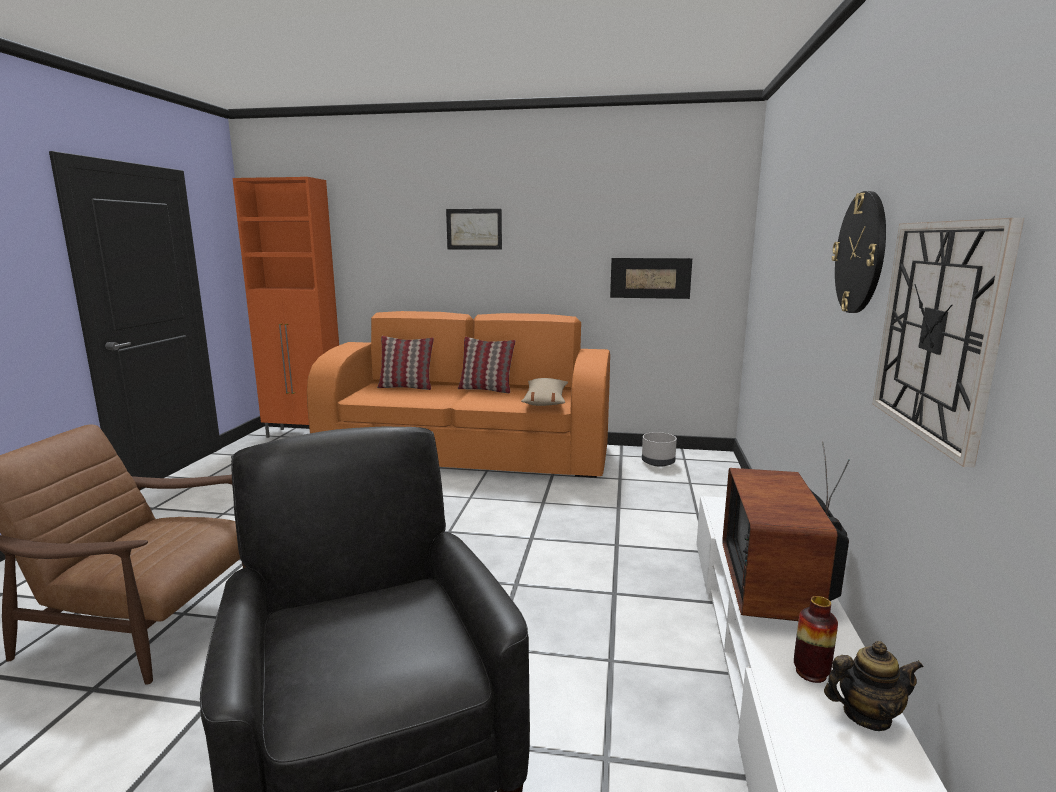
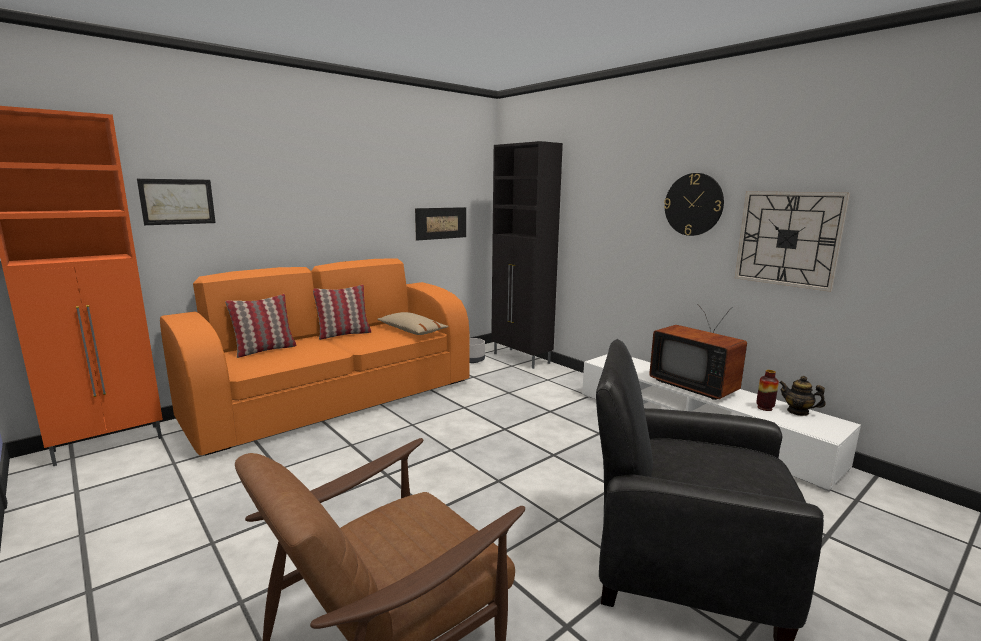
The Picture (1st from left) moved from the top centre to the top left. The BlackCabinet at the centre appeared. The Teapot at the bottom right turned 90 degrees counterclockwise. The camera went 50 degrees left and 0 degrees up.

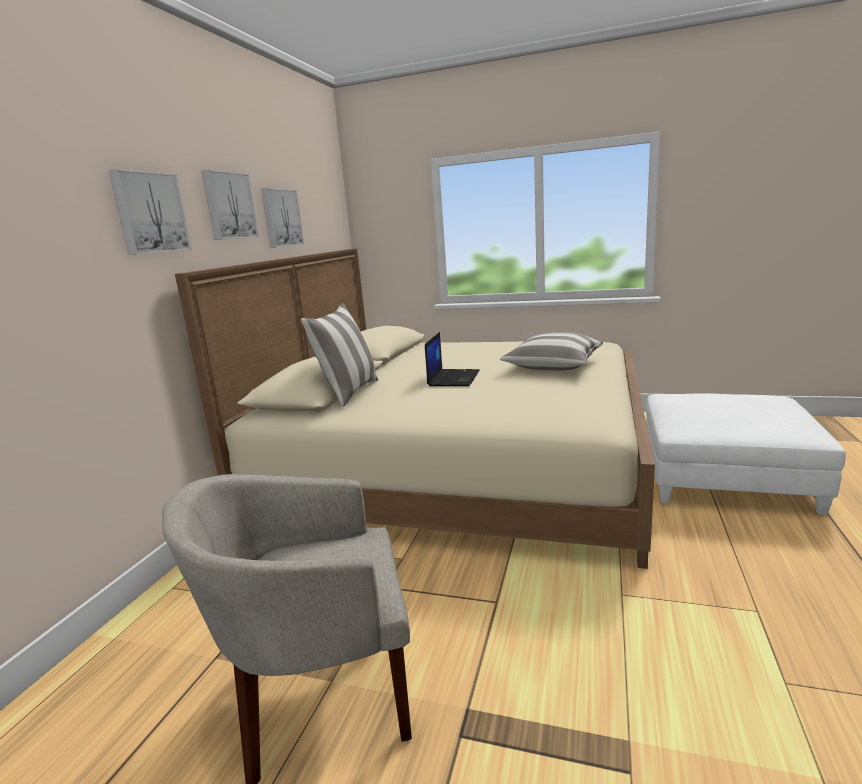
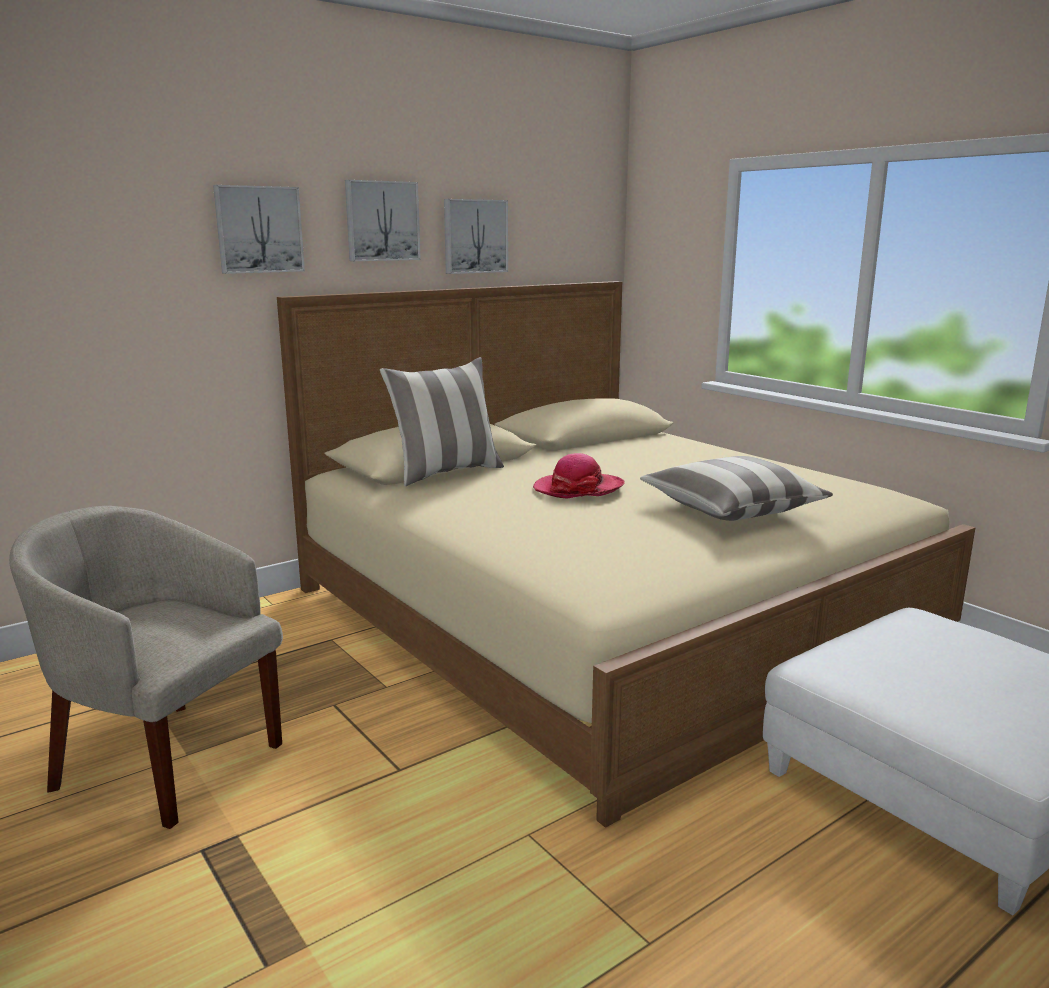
The Laptop at the centre was replaced by the Hat at the centre. The camera went 35 degrees right and 0 degrees up.

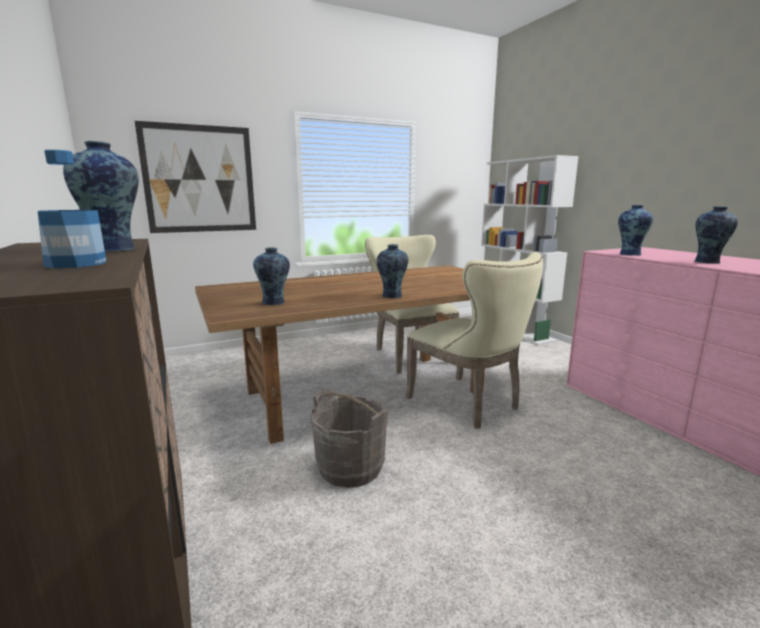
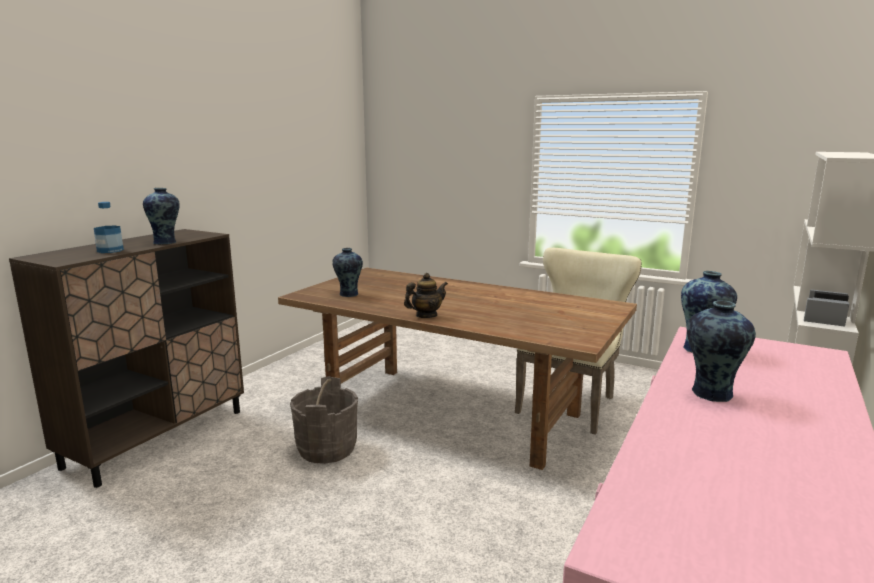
The Vase (3rd from left) at the centre was replaced by the Teapot at the centre. The Picture at the top left disappeared. The BeigeChair (2nd from left) at the centre disappeared. The camera went 55 degrees right and 0 degrees up.

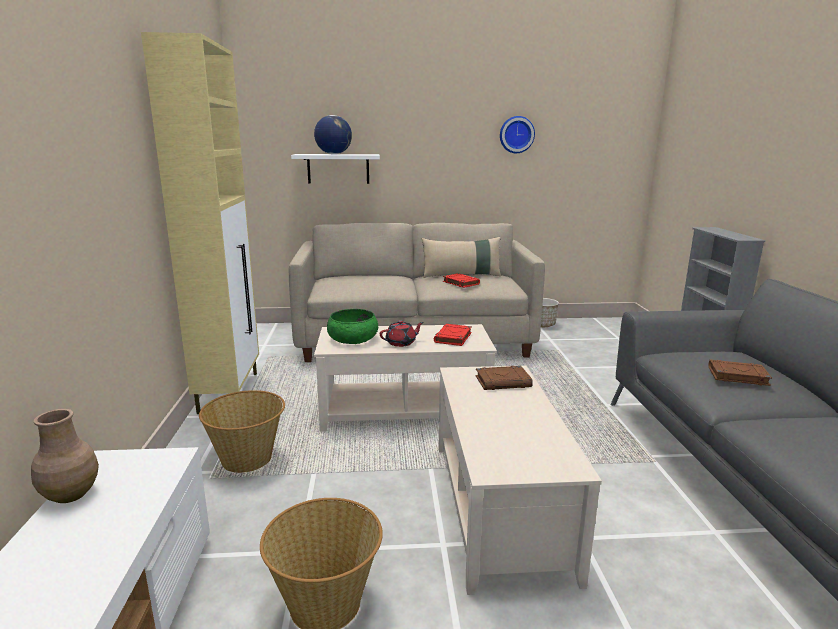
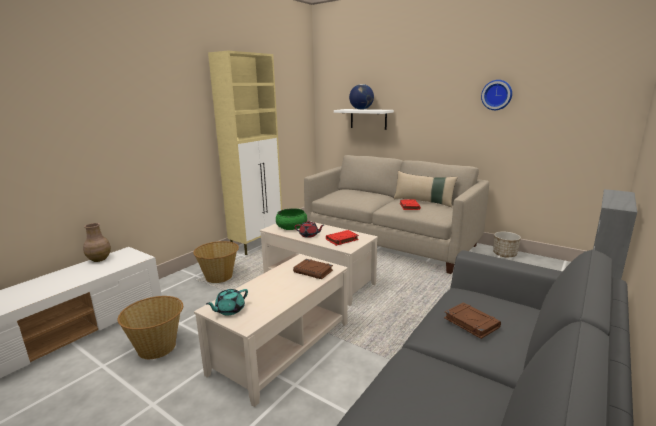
The TurquoiseTeapot at the bottom centre appeared. The camera went 40 degrees right and 0 degrees up.

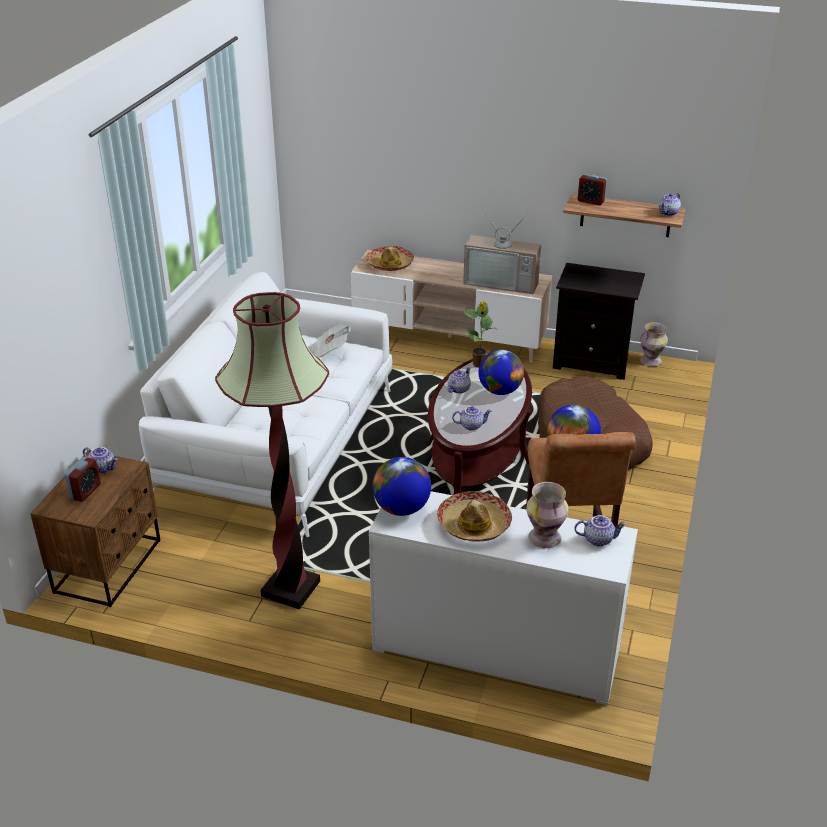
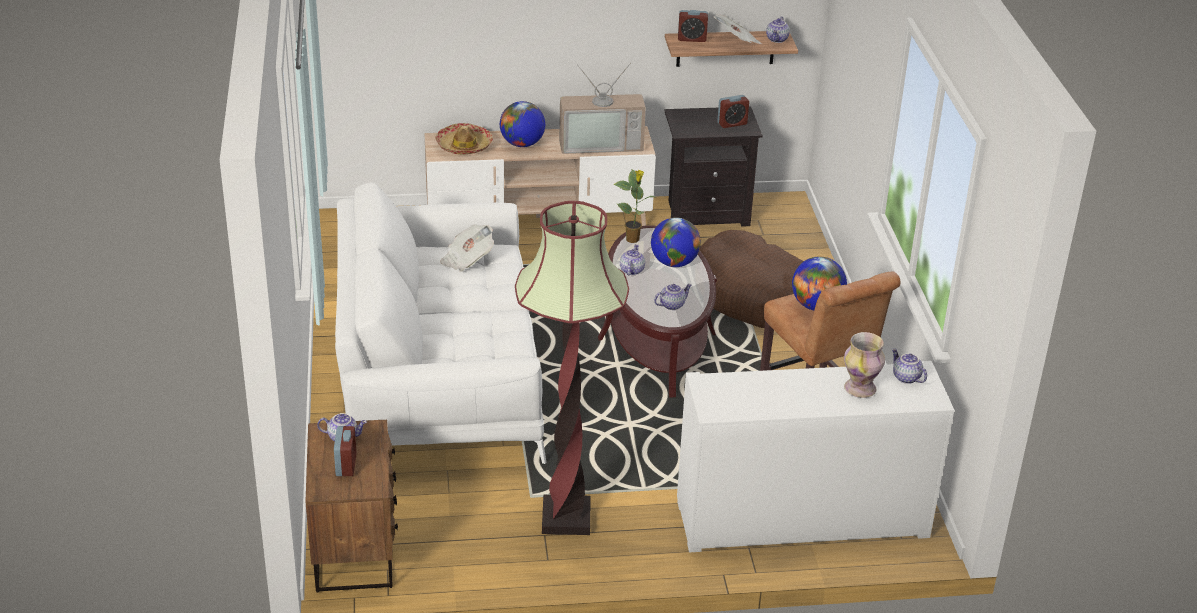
The Globe (1st from left) moved from the centre to the top centre. The Newspaper (2nd from left) at the top centre appeared. The AlarmClock (3rd from left) at the top centre appeared. The Teapot (4th from left in the first image) at the middle right turned 105 degrees counterclockwise. The Hat (2nd from left) at the centre disappeared. The Vase (2nd from left) at the middle right disappeared. The camera went 25 degrees left and 0 degrees up.

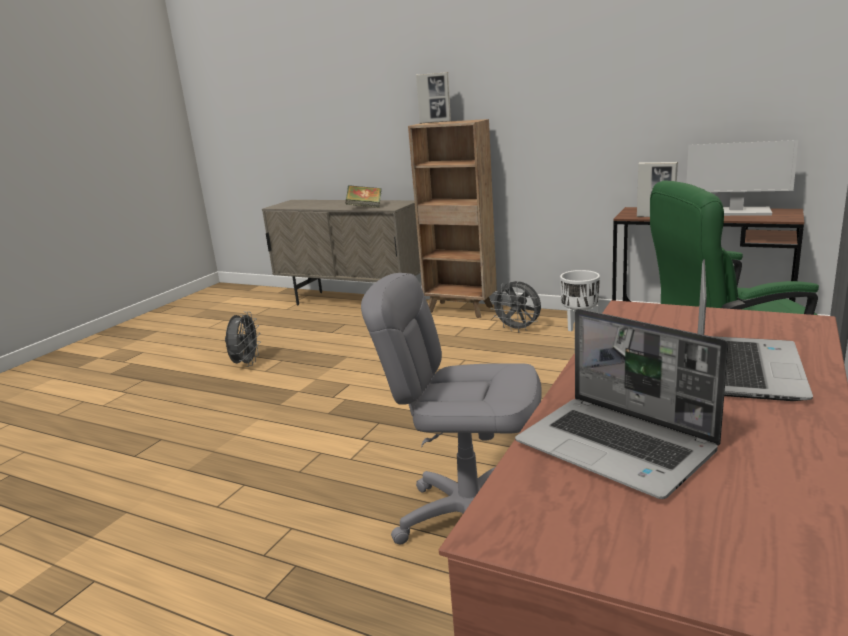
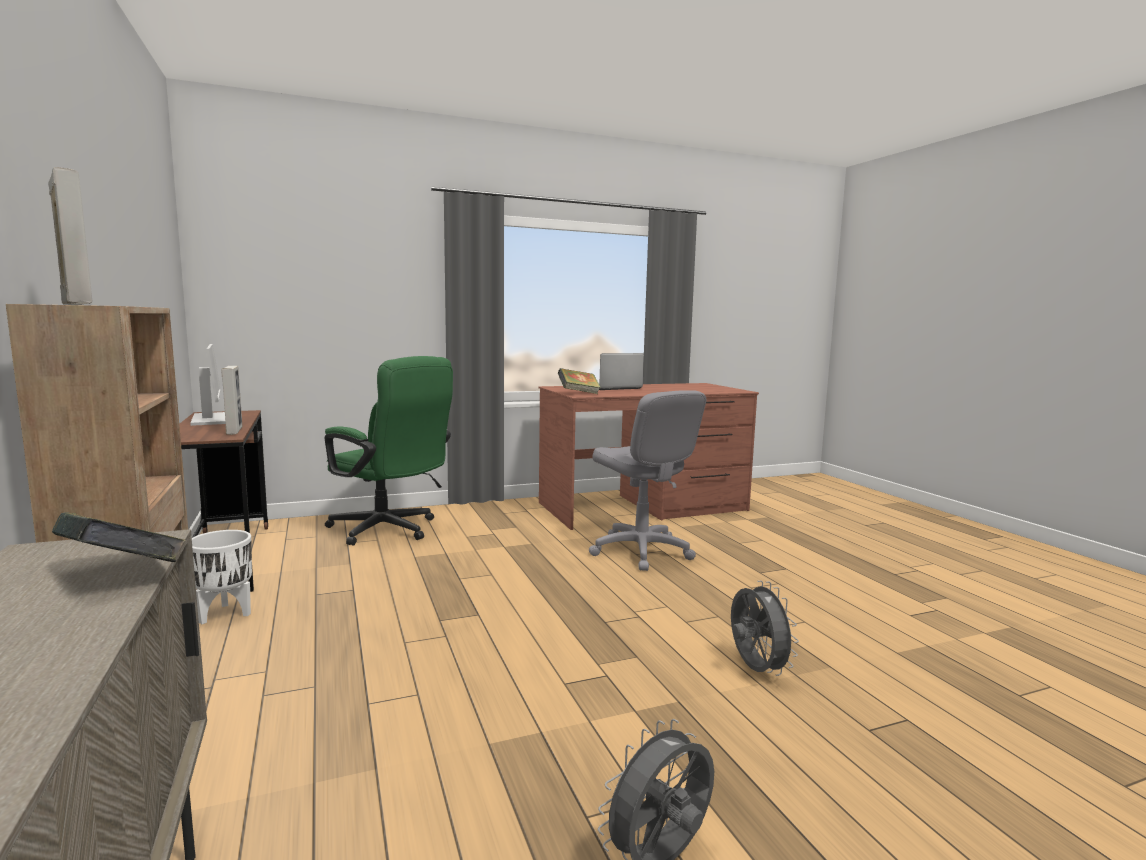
The Book (2nd from left) at the centre appeared. The GreyFan (2nd from left) moved from the centre to the bottom right. The Laptop (1st from left) at the middle right disappeared. The camera went 140 degrees left and 10 degrees down.

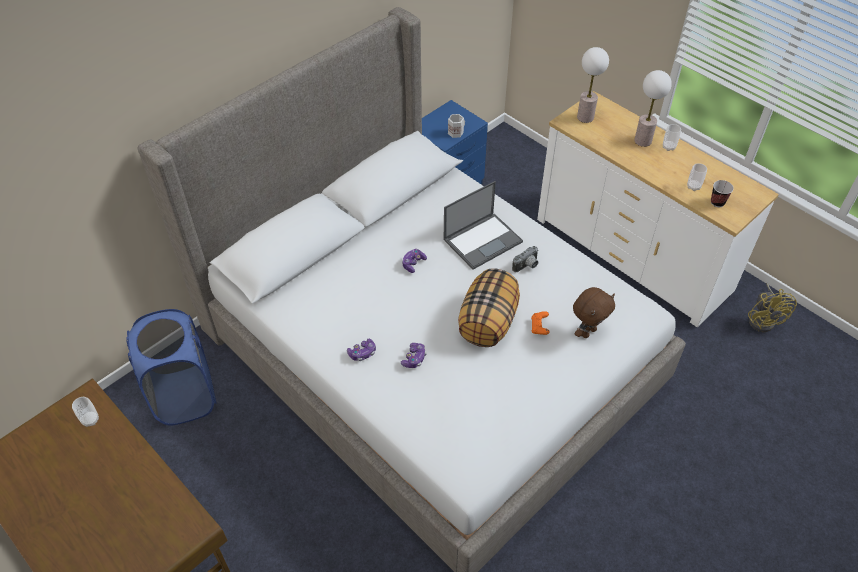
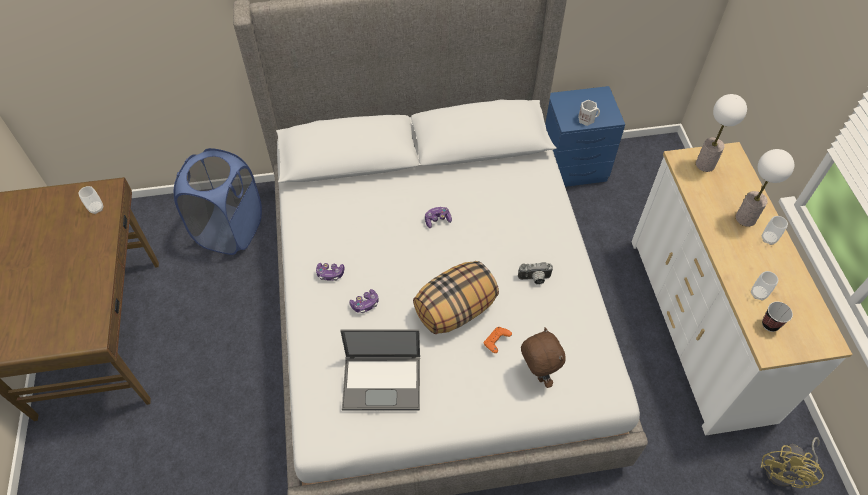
The Laptop moved from the centre to the bottom centre. The BrownPlushToy at the middle right turned 105 degrees counterclockwise. The camera went 35 degrees right and 5 degrees up.

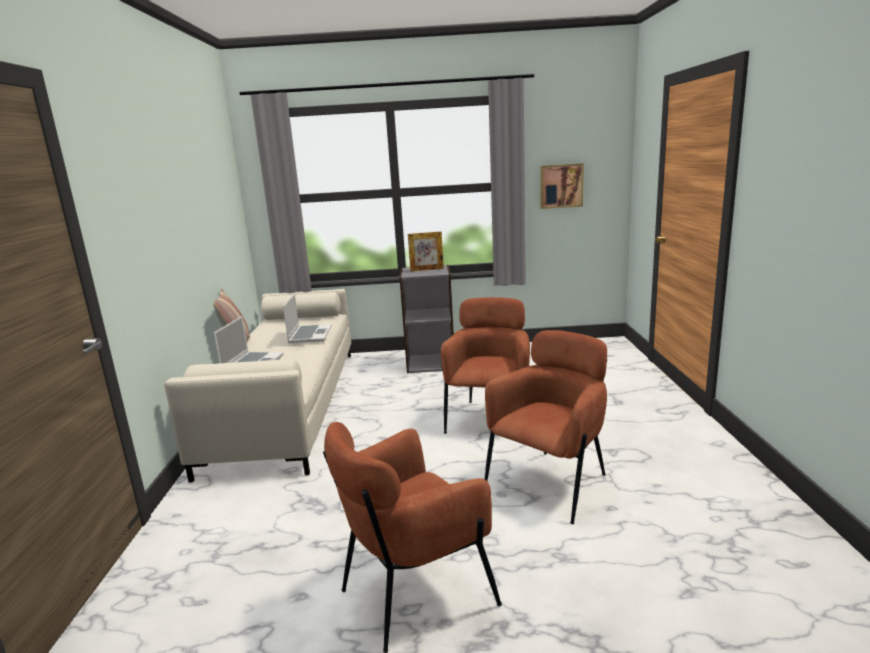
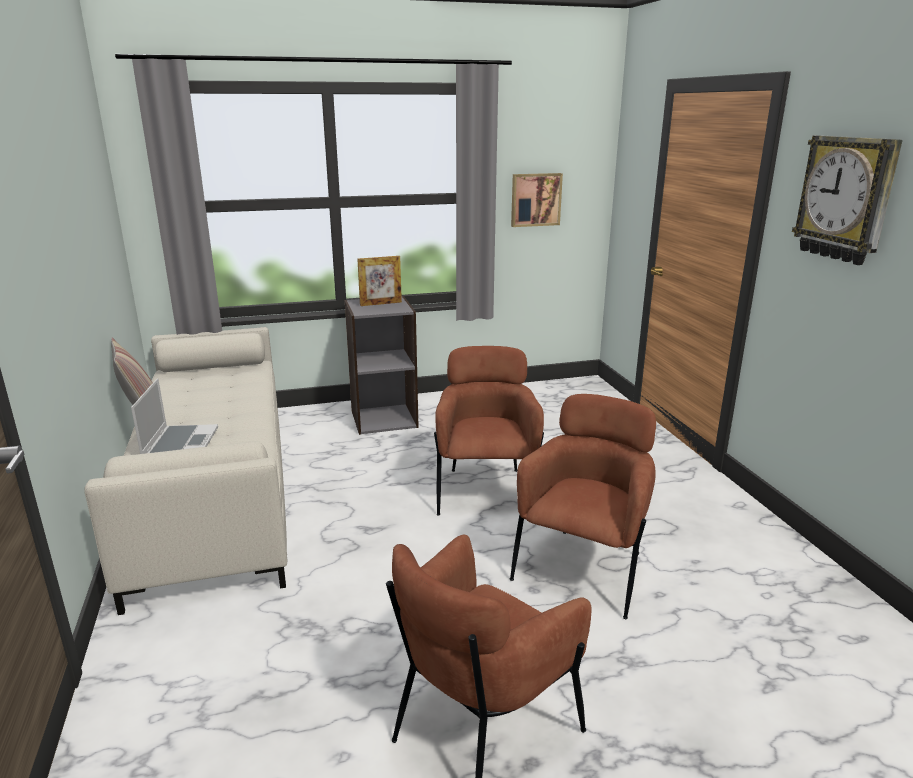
The WallClock at the top right appeared. The Laptop (2nd from left) at the centre disappeared. The camera went 15 degrees left and 5 degrees up.

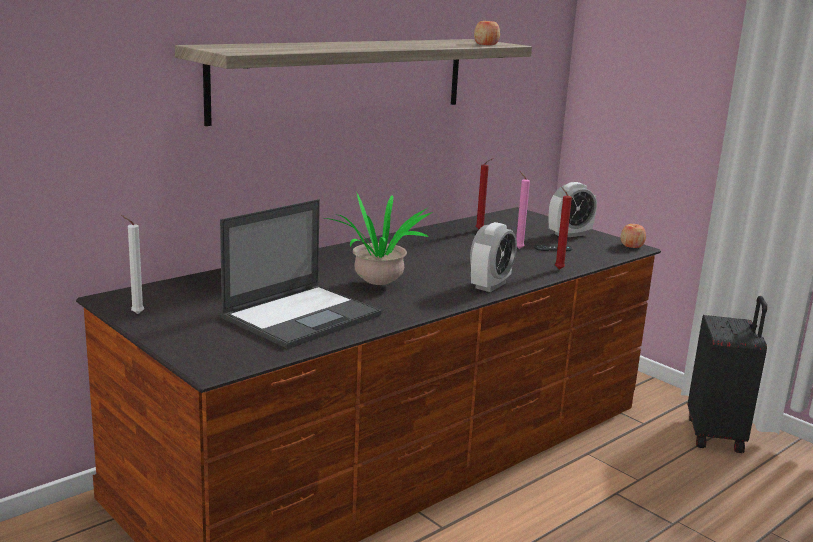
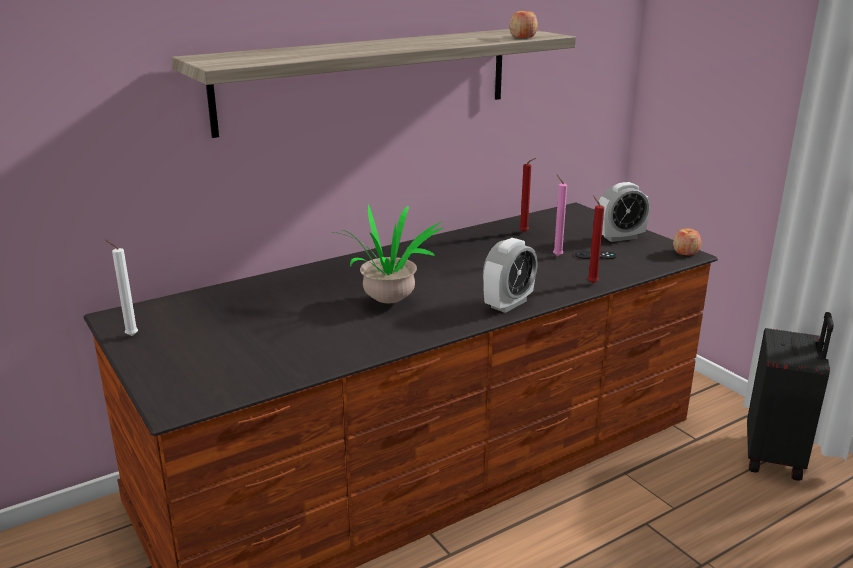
The Laptop at the centre disappeared. The camera went 10 degrees right and 5 degrees up.

